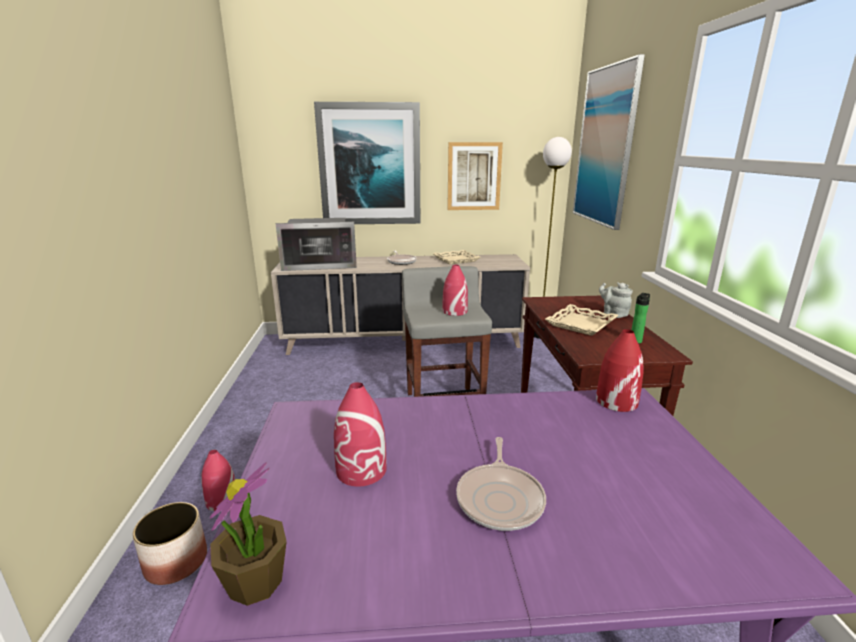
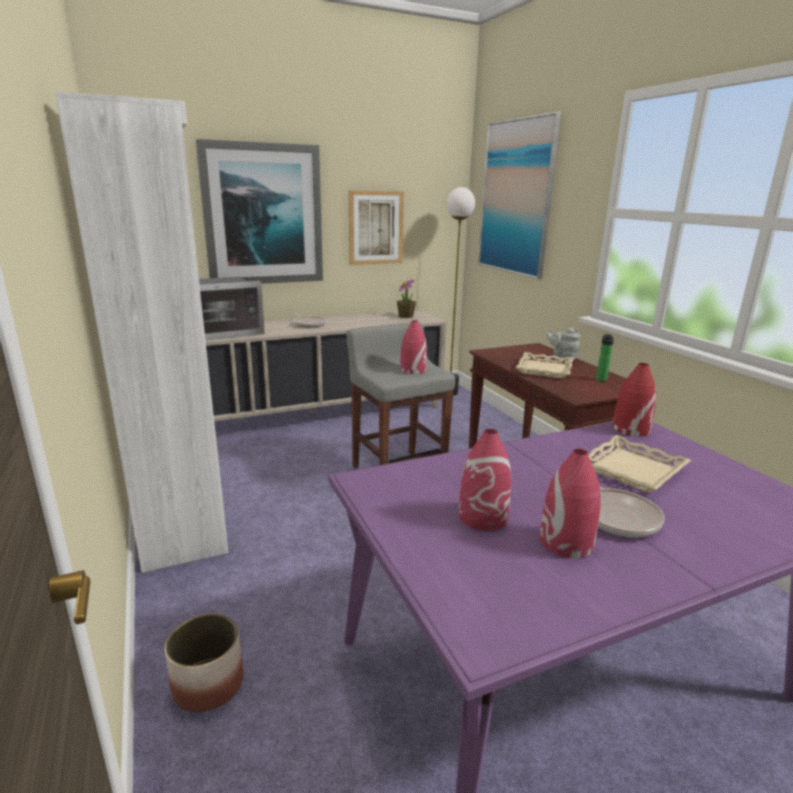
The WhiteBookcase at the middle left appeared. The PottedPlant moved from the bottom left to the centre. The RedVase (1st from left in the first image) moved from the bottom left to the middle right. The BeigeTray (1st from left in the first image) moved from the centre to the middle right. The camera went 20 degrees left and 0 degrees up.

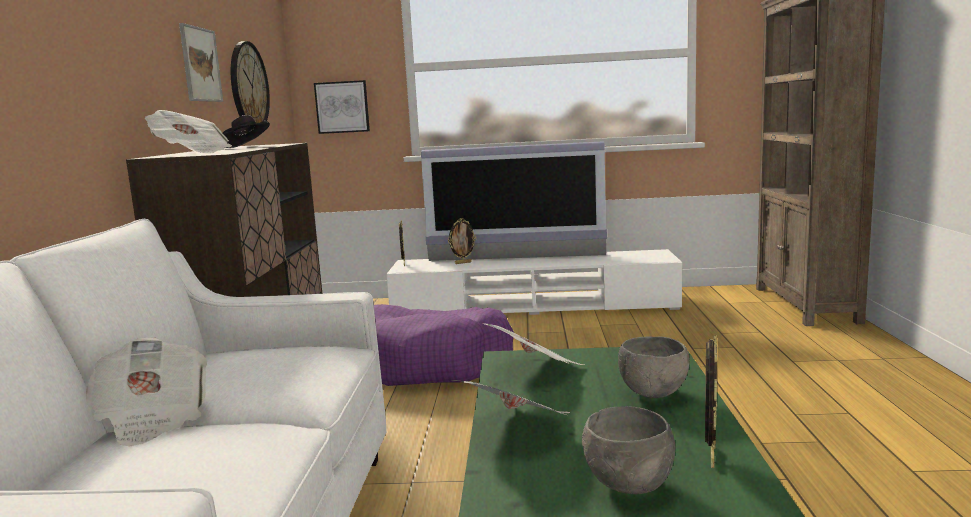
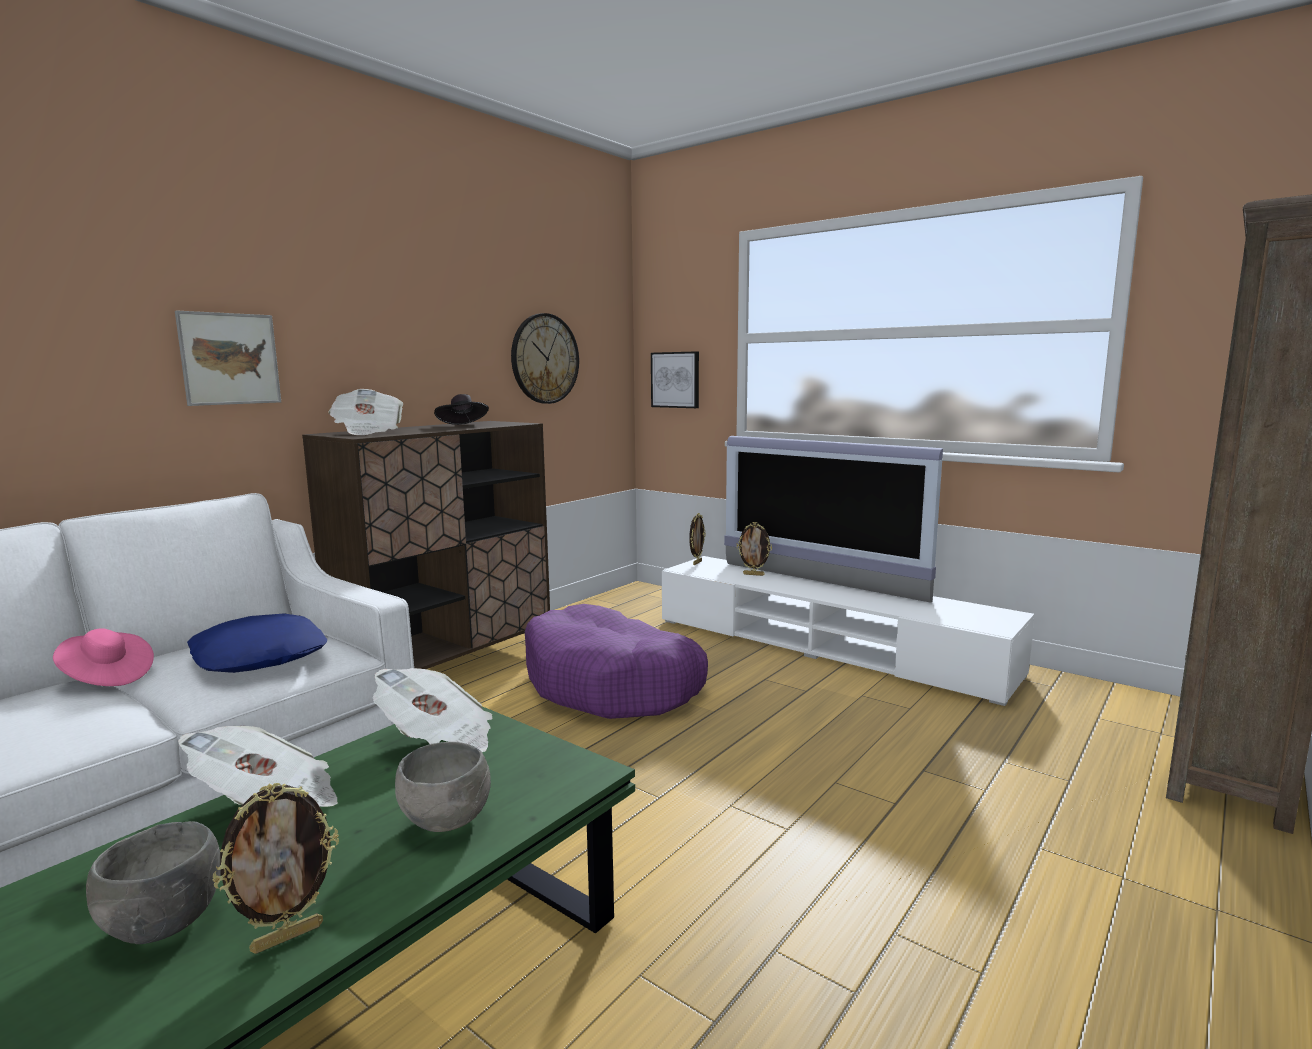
The Newspaper (1st from left) at the bottom left was replaced by the PinkHat at the middle left. The Picture (1st from left) moved from the top left to the middle left. The BluePillow at the middle left appeared. The camera went 35 degrees right and 0 degrees up.

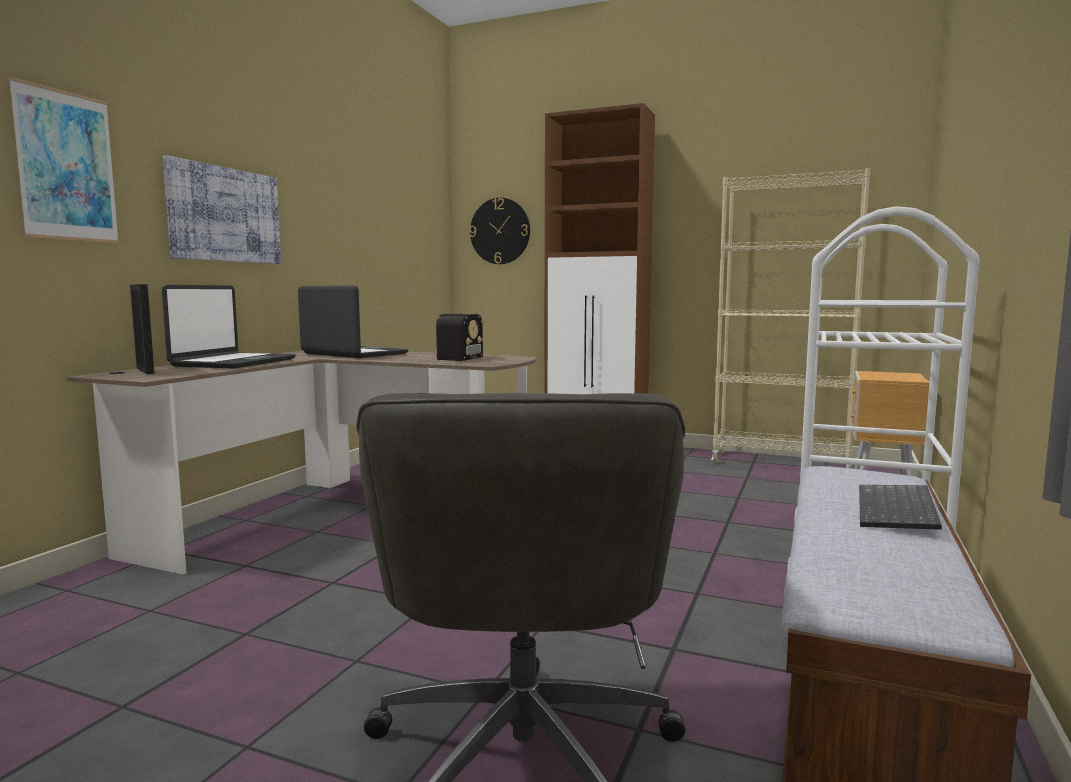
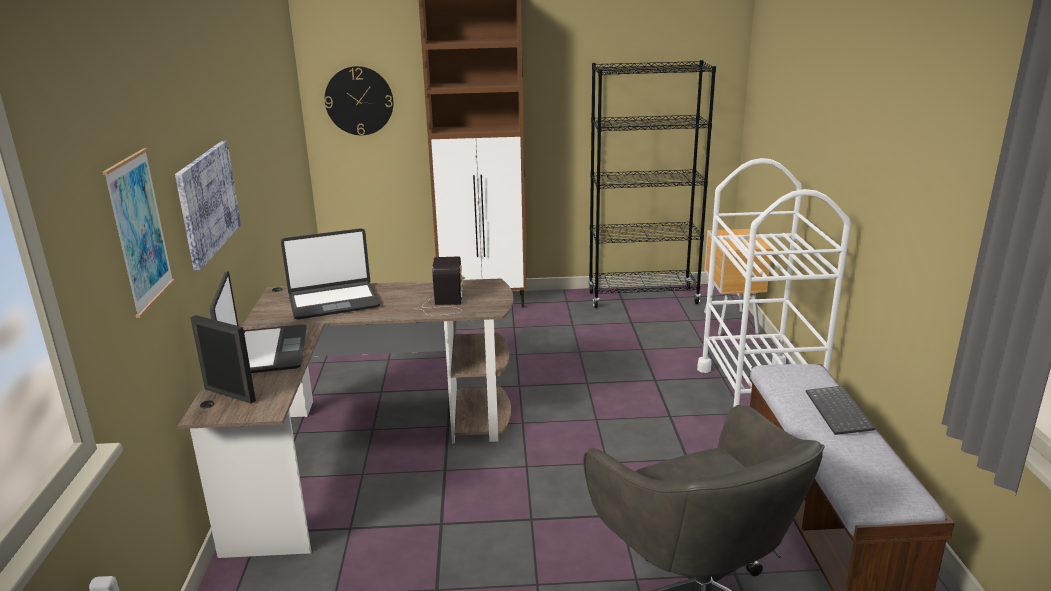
The Laptop (2nd from left) at the middle left turned 150 degrees clockwise. The BeigeBookcase at the middle right became the BlackBookcase at the top centre. The camera went 25 degrees left and 15 degrees up.

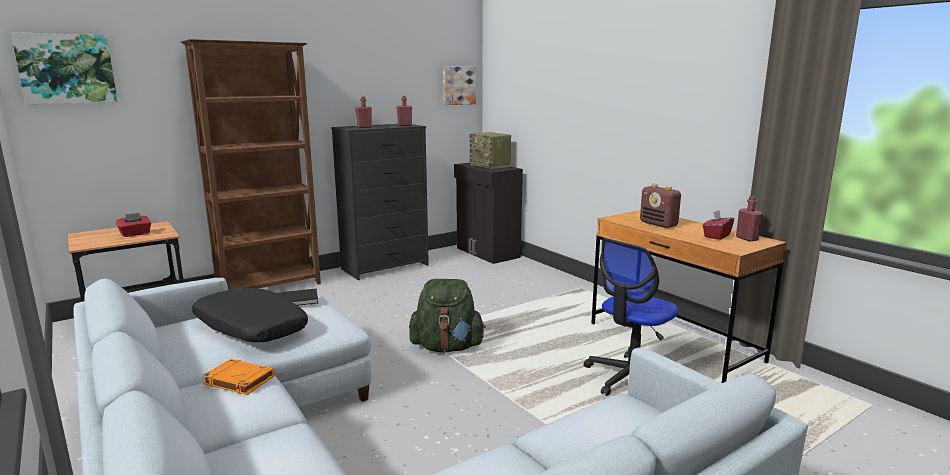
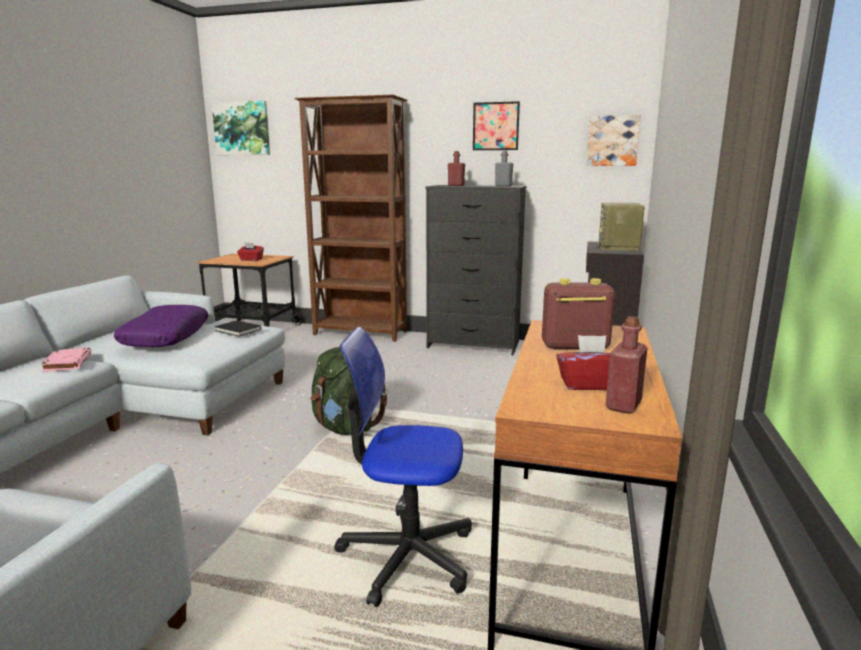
The OrangeBook at the bottom left became the PinkBook at the middle left. The BlackPillow at the middle left became the PurplePillow at the middle left. The Picture (2nd from left) at the top centre appeared. The RedBottle (2nd from left) at the top centre became the GreyBottle at the top centre. The Radio (2nd from left in the first image) at the middle right turned 75 degrees clockwise. The camera went 50 degrees right and 0 degrees up.

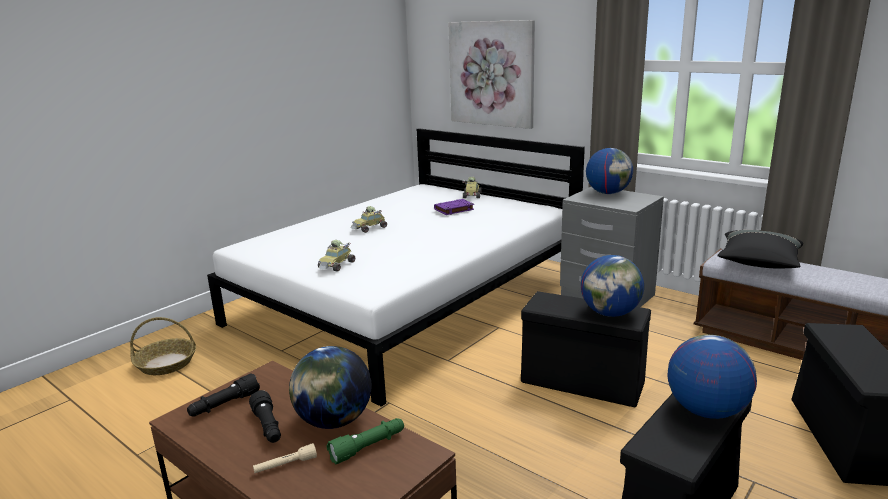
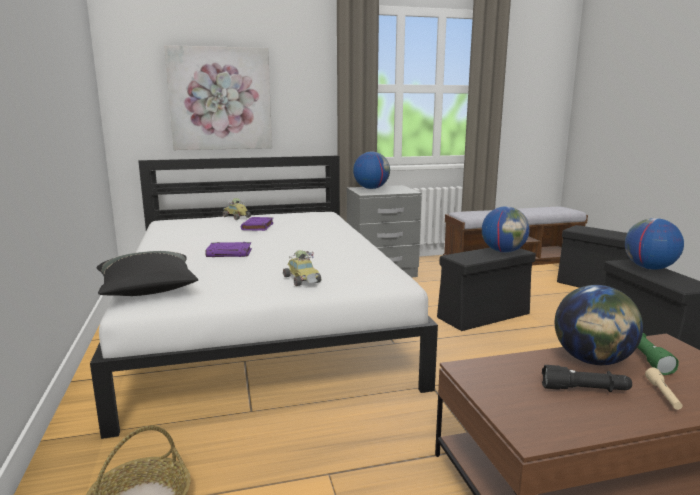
The BlackPillow moved from the middle right to the middle left. The ToyCar (2nd from left) at the centre was replaced by the PurpleBook (1st from left) at the middle left. The BlackFlashlight (1st from left) at the bottom left disappeared. The camera went 55 degrees left and 5 degrees down.

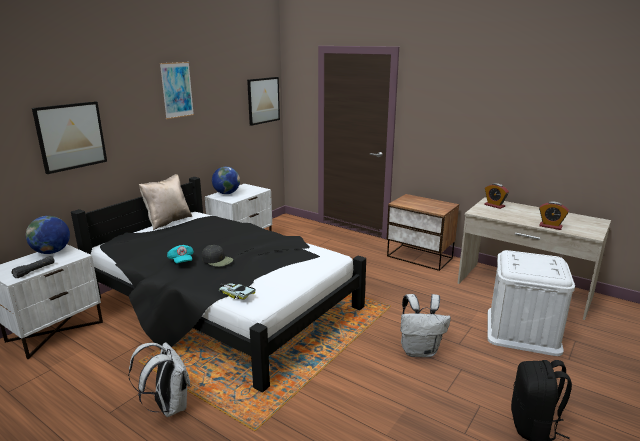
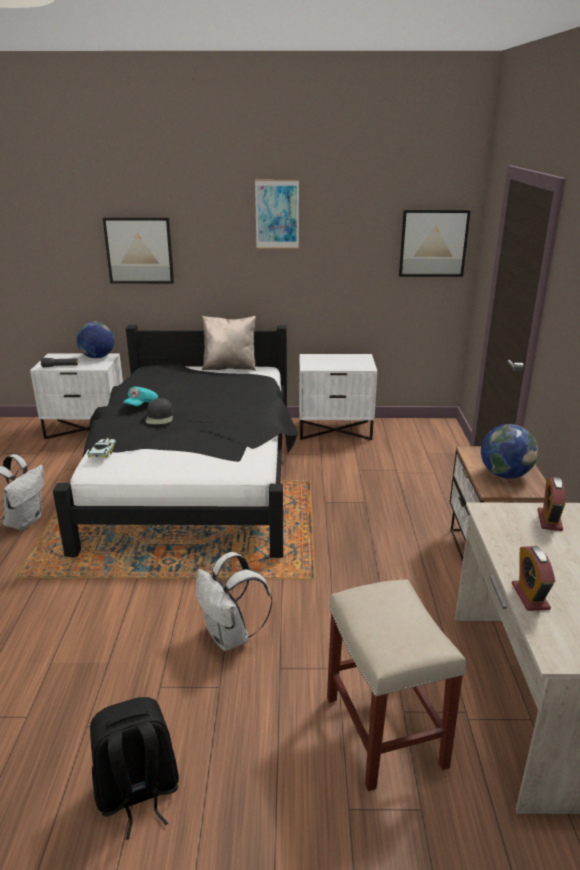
The WhiteStorageBox at the bottom right was replaced by the BeigeStool at the bottom right. The Globe (2nd from left) moved from the centre to the middle right. The camera went 55 degrees right and 5 degrees up.

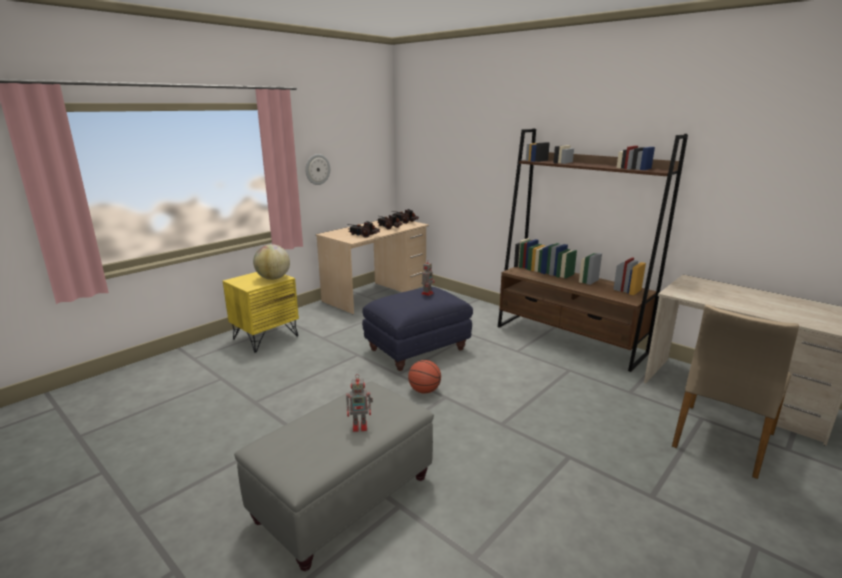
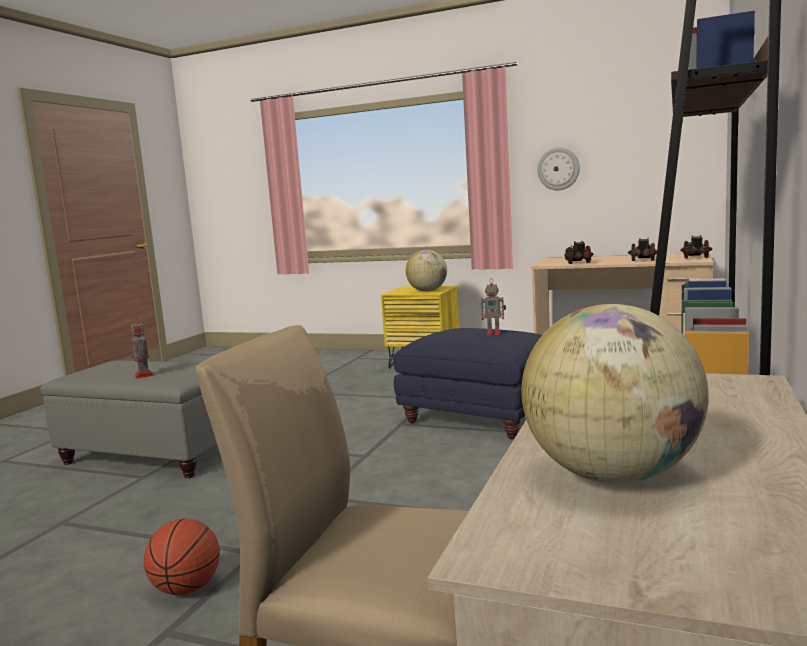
The Basketball moved from the centre to the bottom left. The Globe (2nd from left) at the middle right appeared. The camera went 70 degrees right and 10 degrees down.

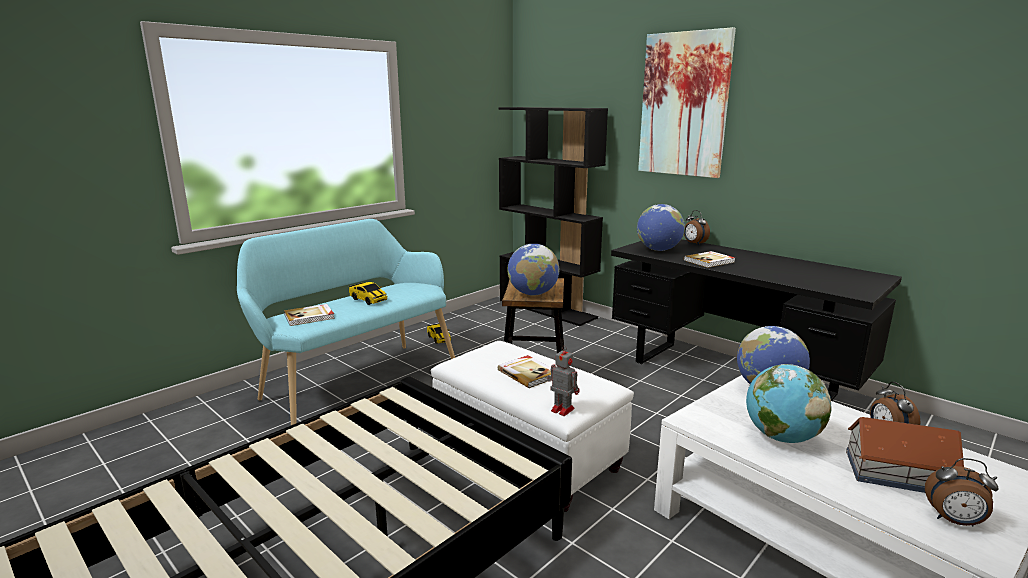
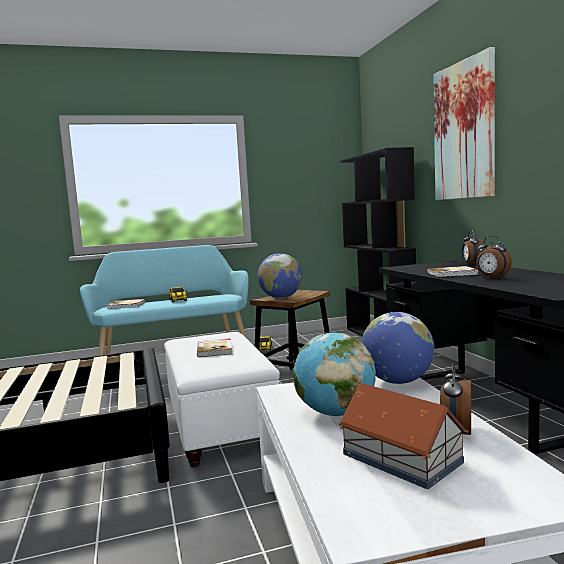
The AlarmClock (3rd from left) moved from the bottom right to the middle right. The ToyRobot at the centre disappeared. The Globe (2nd from left) at the centre disappeared. The camera went 30 degrees right and 10 degrees down.

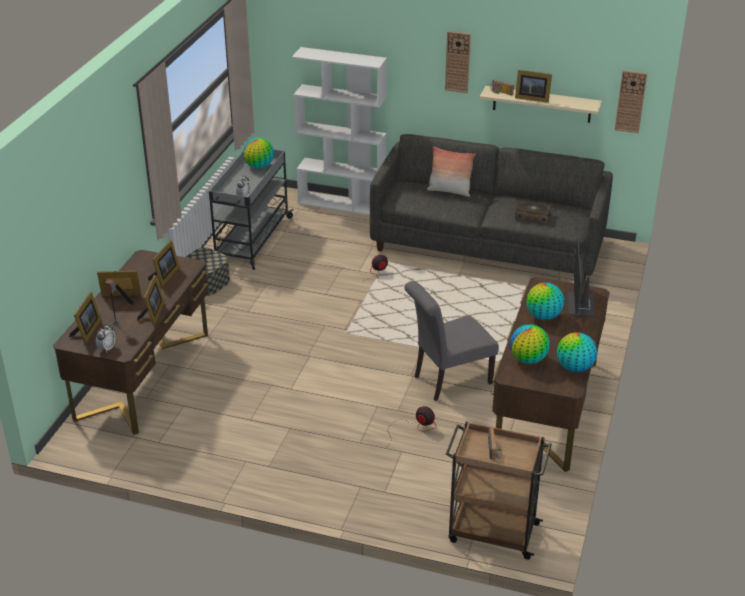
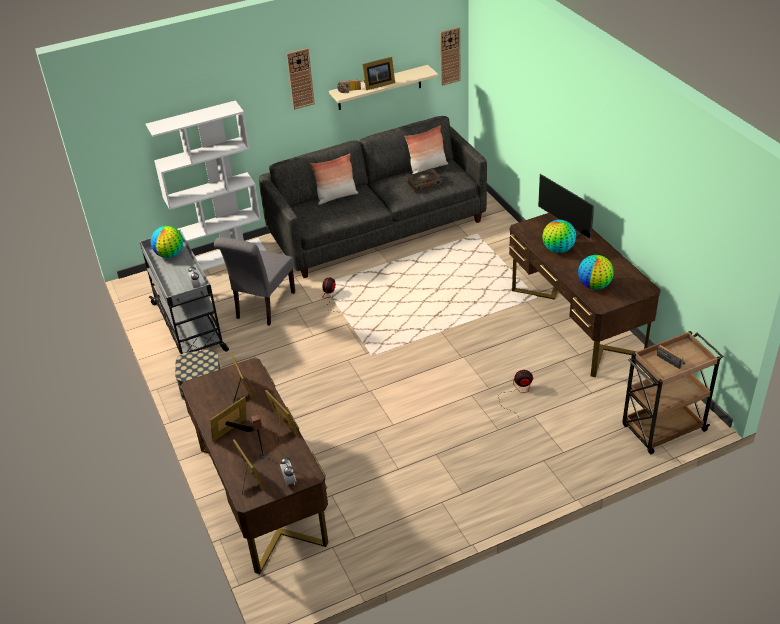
The GreyChair moved from the centre to the middle left. The Pillow (2nd from left) at the top centre appeared. The Globe (4th from left) at the middle right disappeared. The camera went 40 degrees left and 5 degrees up.

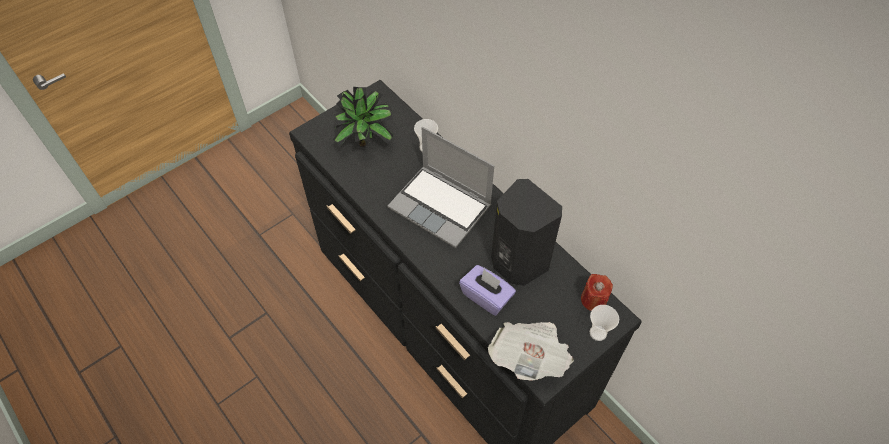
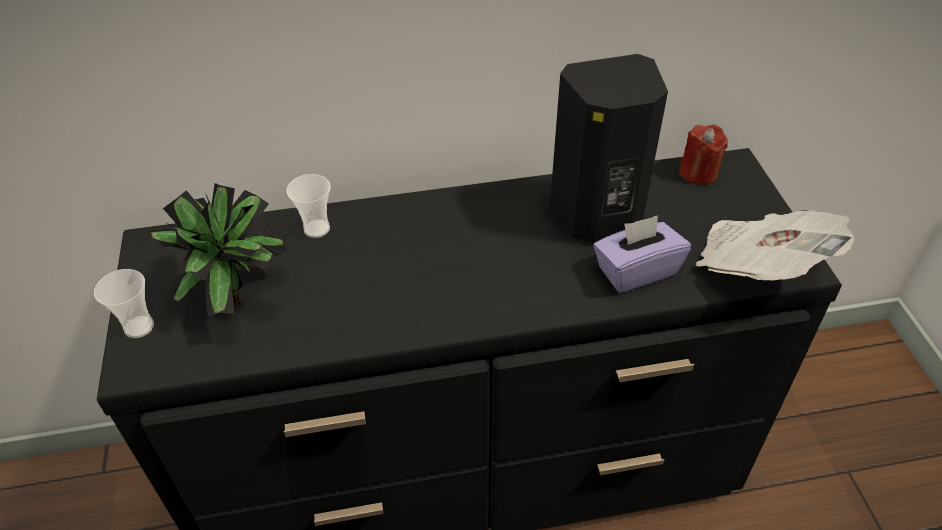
The Cup (2nd from left in the first image) moved from the bottom right to the middle left. The Laptop at the centre disappeared. The camera went 60 degrees left and 10 degrees down.

